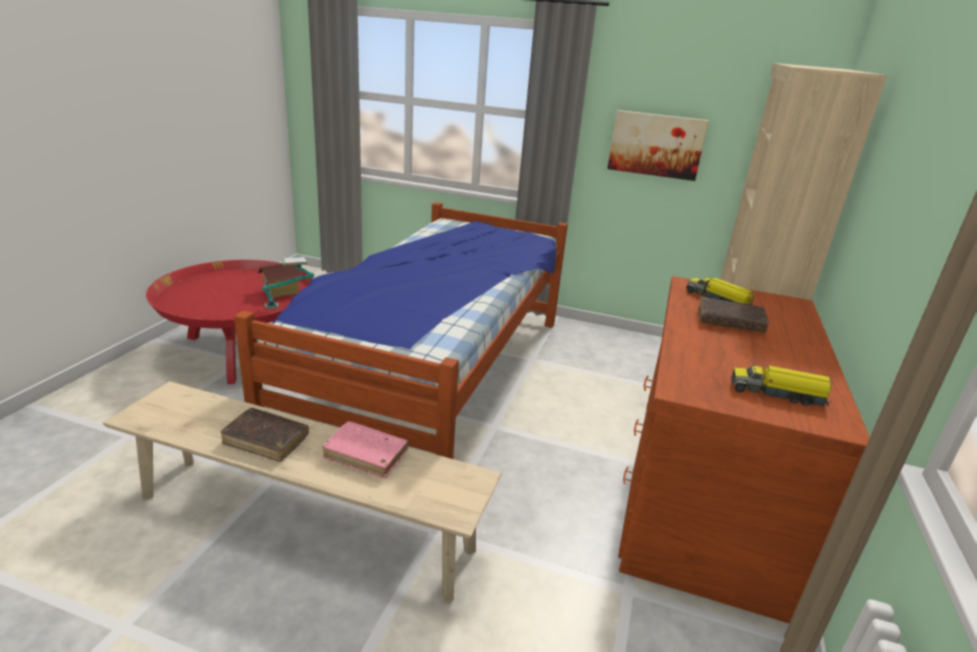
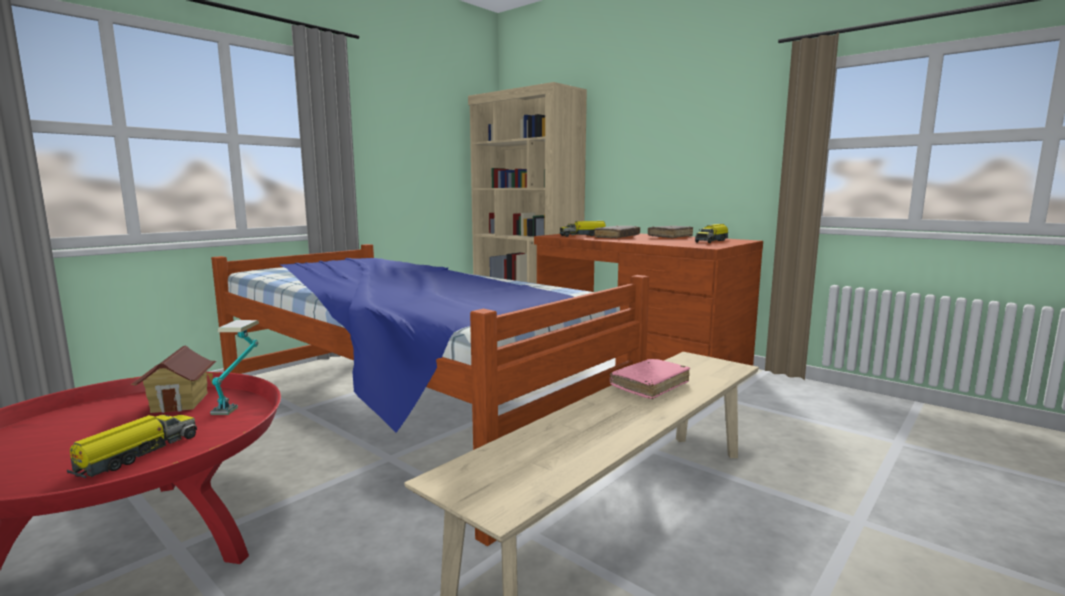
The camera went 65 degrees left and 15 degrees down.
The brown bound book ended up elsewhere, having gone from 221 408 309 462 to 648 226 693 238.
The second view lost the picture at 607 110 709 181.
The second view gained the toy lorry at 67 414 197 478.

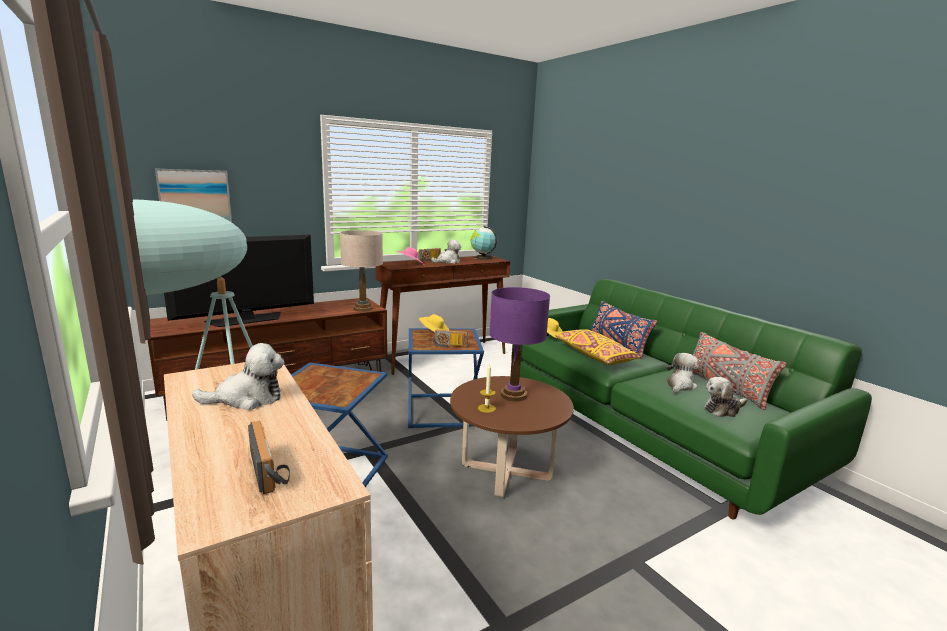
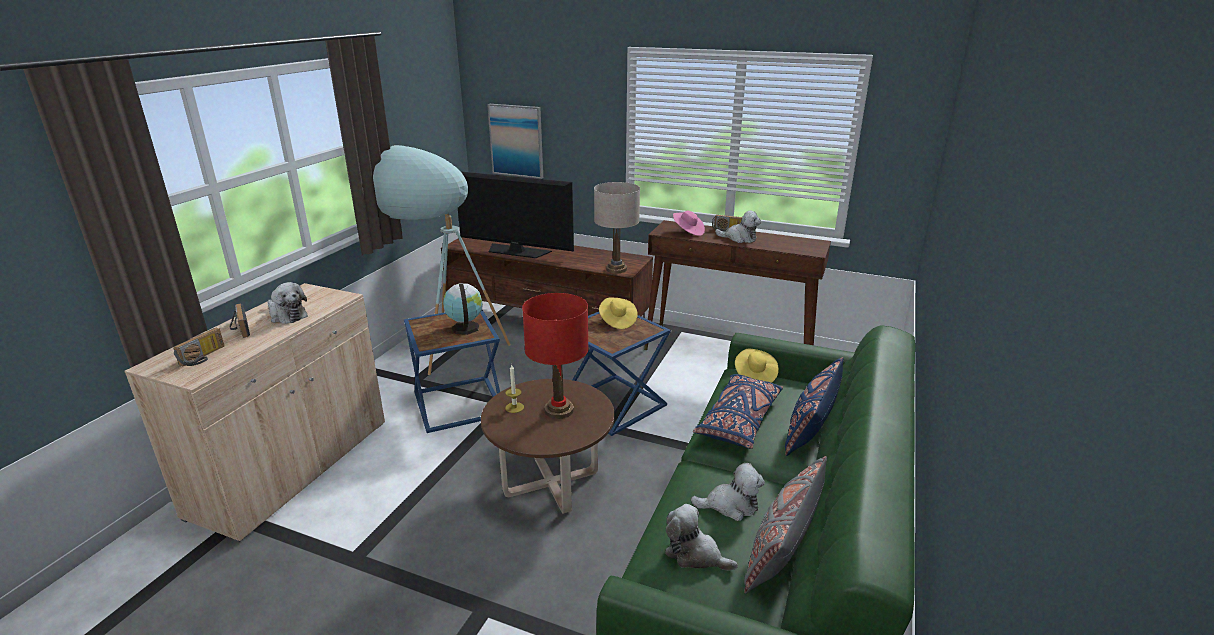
The camera went 55 degrees right and 10 degrees up.
The radio ended up elsewhere, having gone from 432 330 468 348 to 230 303 250 338.
The world globe ended up elsewhere, having gone from 471 226 497 260 to 443 283 483 335.
What was the purplish table lamp at 489 287 550 401 turned into the red-coloured table lamp at 522 293 589 419.
What was the yellow-coloured pillow at 555 329 641 365 turned into the blue-coloured pillow at 693 374 783 449.

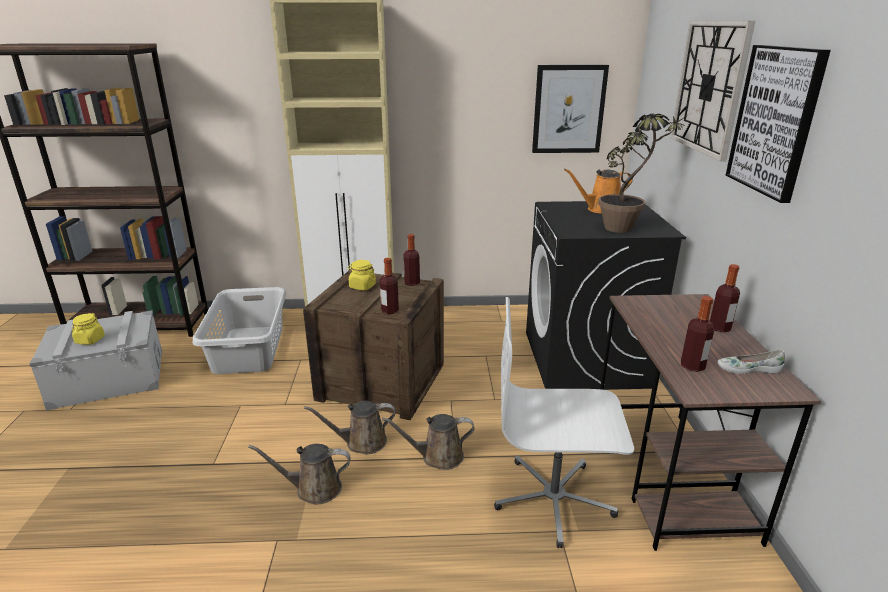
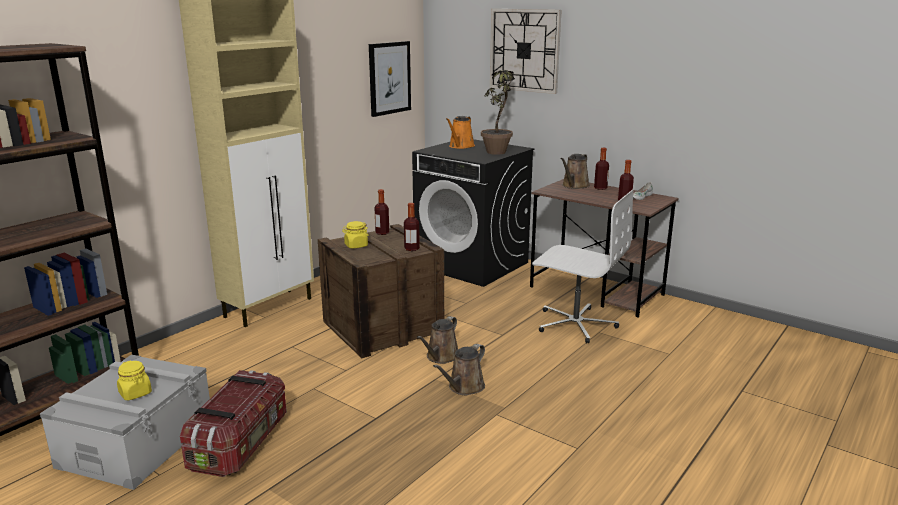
The camera went 50 degrees left and 5 degrees down.
The second view lost the gray laundry basket at 192 287 287 374.
The brown watering can ended up elsewhere, having gone from 382 414 474 470 to 560 154 590 189.
The white desk chair at 494 297 634 548 ended up facing another way, 105 degrees counterclockwise from before.
The second view lost the picture at 726 45 831 203.
The second view gained the storage bin at 180 370 287 477.

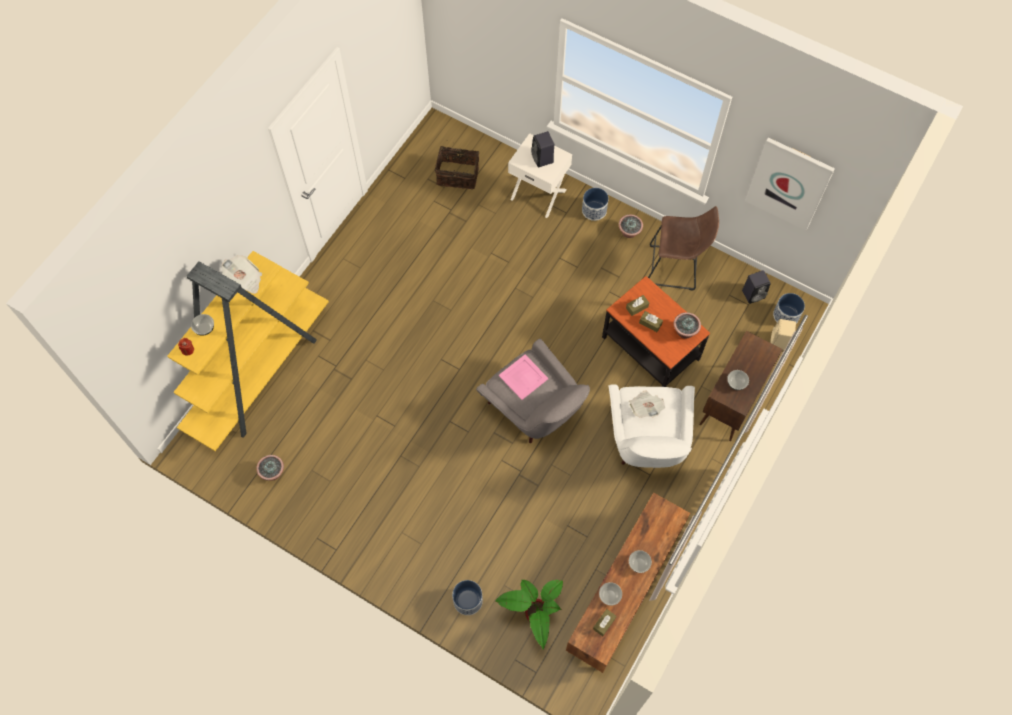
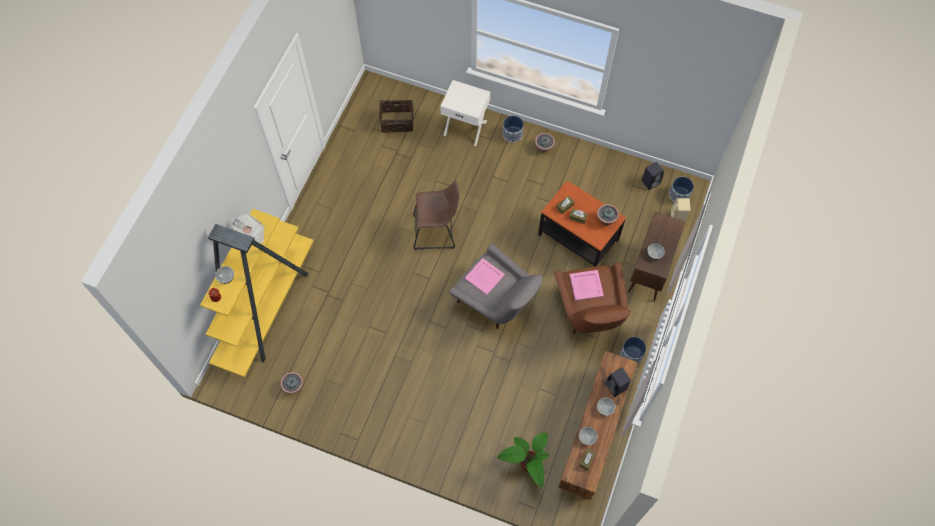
The camera went 10 degrees left and 0 degrees up.
The plant pot ended up elsewhere, having gone from 452 580 483 615 to 620 337 646 364.
The black-coloured audio speaker ended up elsewhere, having gone from 531 131 554 168 to 605 367 631 397.
What was the white lounge chair at 608 384 695 468 turned into the brown lounge chair at 554 262 631 334.
Where the newspaper stood at 629 391 665 418, the pink-coloured serving tray came to stand at 570 270 604 301.
The brown sitting stool ended up elsewhere, having gone from 648 206 719 291 to 413 180 460 250.
The second view lost the picture at 745 138 835 230.

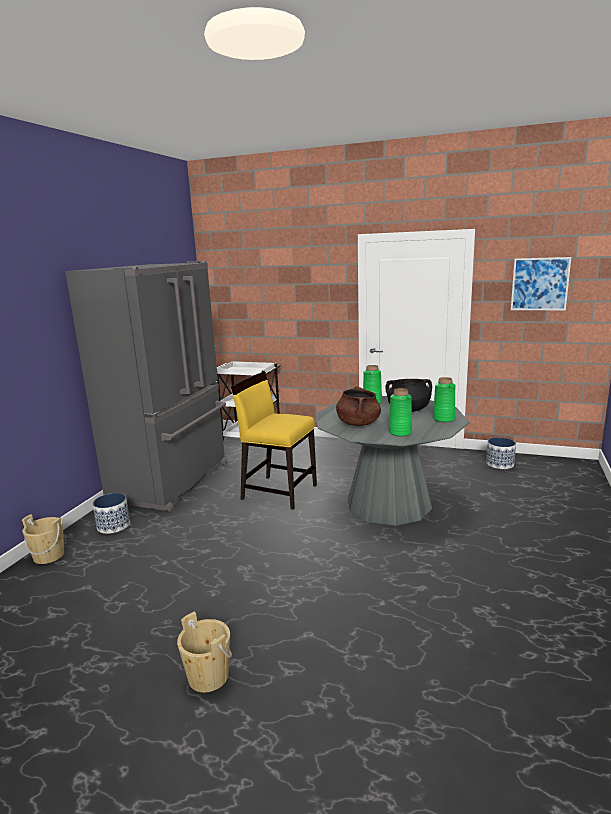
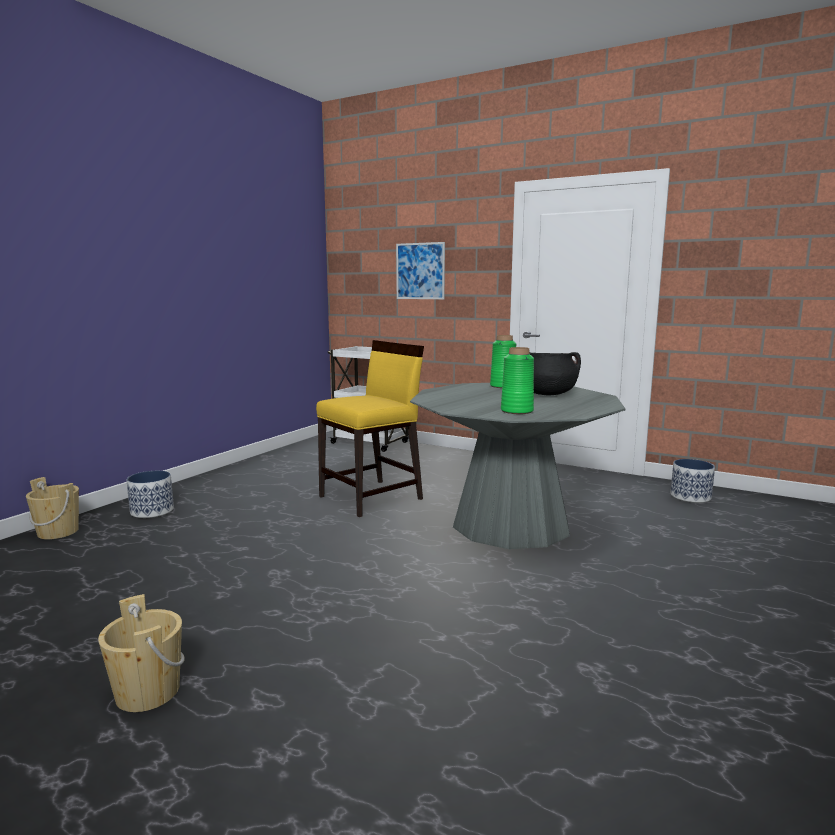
The camera went 10 degrees right and 5 degrees down.
The second view lost the gray kitchen fridge at 65 261 227 511.
The yellow-coloured upright chair at 231 372 317 510 ended up facing another way, 105 degrees clockwise from before.
The second view lost the brown stockpot at 336 386 381 426.
The second view lost the green flower vase at 433 377 455 422.
The picture ended up elsewhere, having gone from 511 257 571 310 to 396 242 445 299.

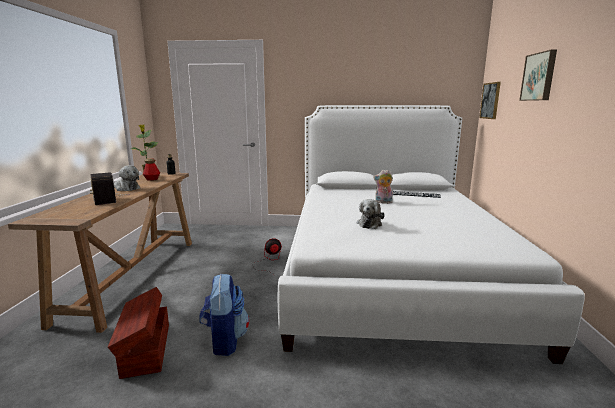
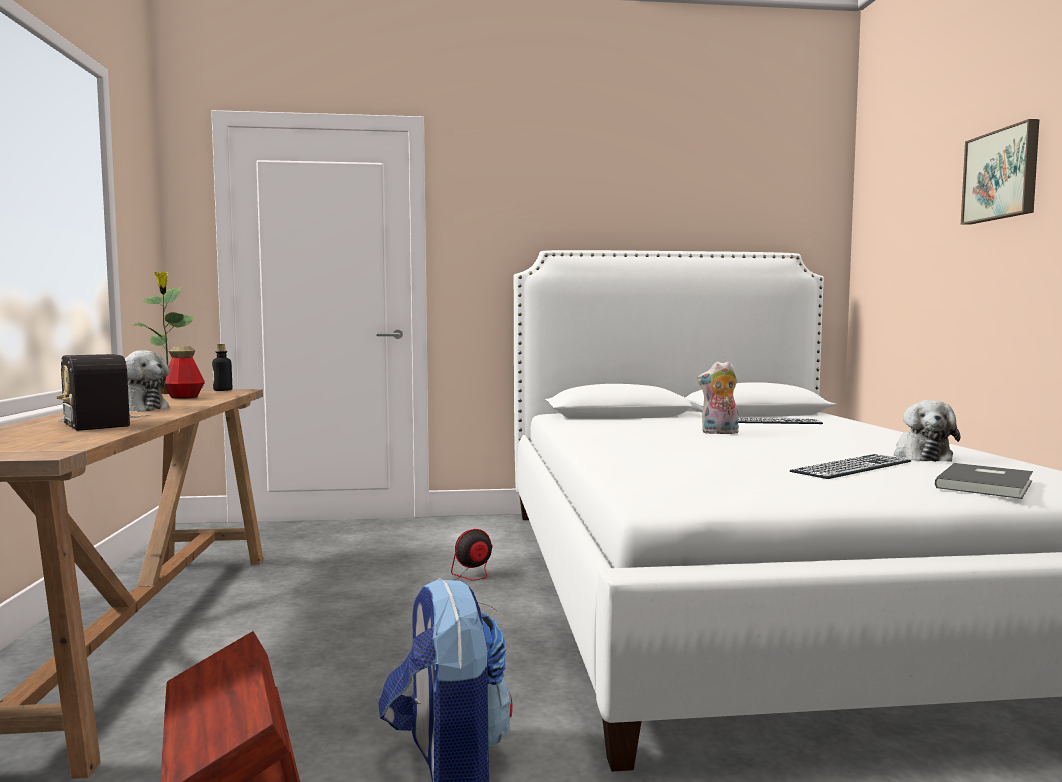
The camera went 10 degrees left and 10 degrees down.
The cuddly toy ended up elsewhere, having gone from 357 199 385 229 to 894 400 960 462.
The second view lost the picture at 479 82 501 119.
The second view gained the computer keyboard at 790 454 911 479.
The second view gained the gray bound book at 935 463 1033 499.

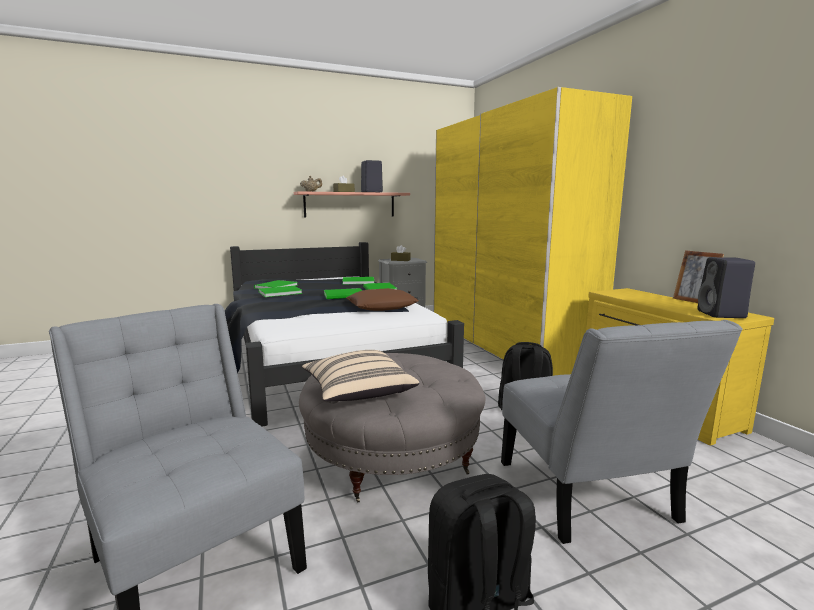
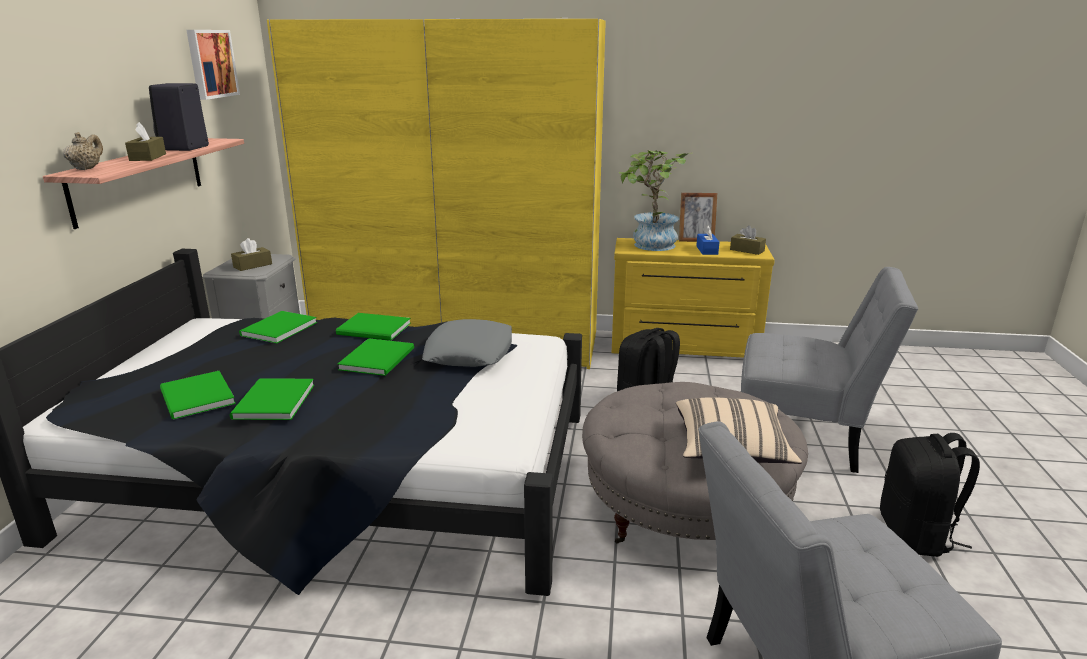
The camera went 60 degrees left and 10 degrees up.
What was the brown pillow at 346 288 419 311 turned into the gray pillow at 422 319 512 367.
Where the black-coloured audio speaker stood at 697 257 755 318, the brown box of tissues came to stand at 730 225 766 255.
The second view gained the picture at 186 30 240 100.
The second view gained the houseplant at 619 150 690 251.
The second view gained the blue-coloured box of tissues at 696 225 720 255.

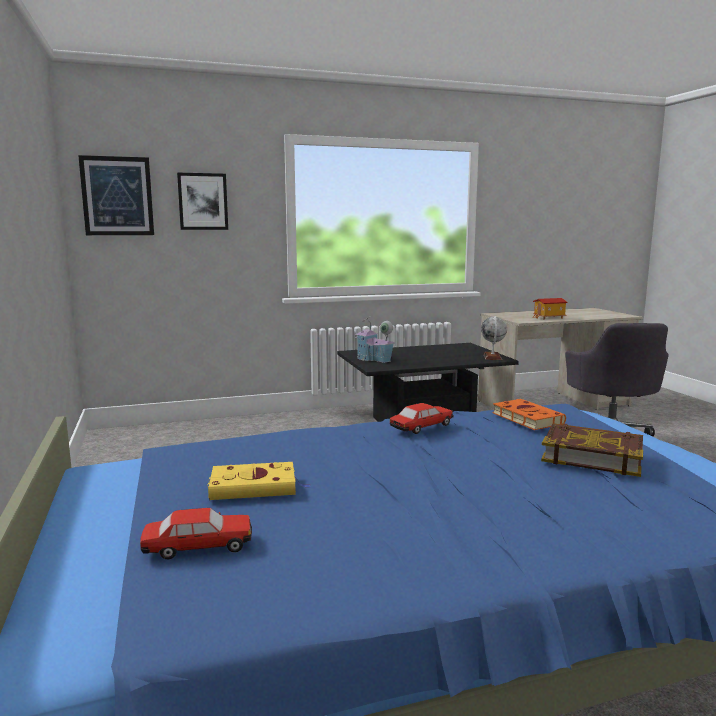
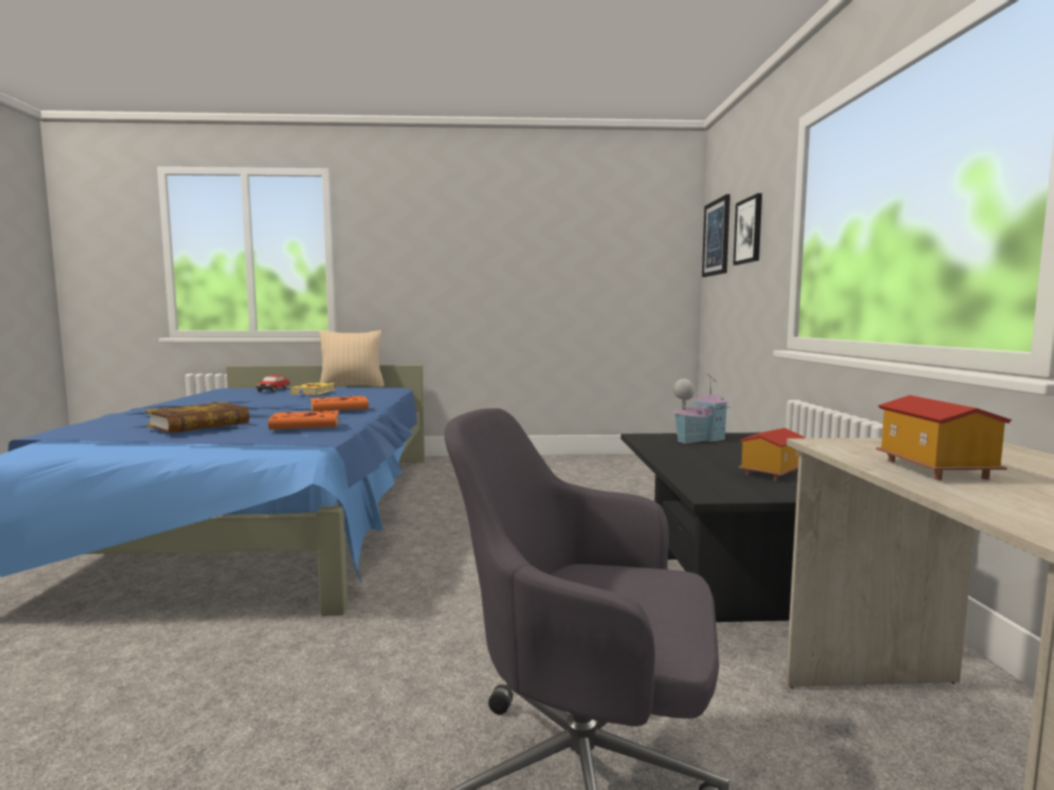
The camera went 105 degrees right and 5 degrees down.
Where the miniature car stood at 390 403 454 434, the orange-coloured bound book came to stand at 310 396 377 412.
The second view lost the world globe at 481 316 507 360.
The second view gained the beige pillow at 319 330 384 387.
The second view gained the miniature house at 738 428 805 481.

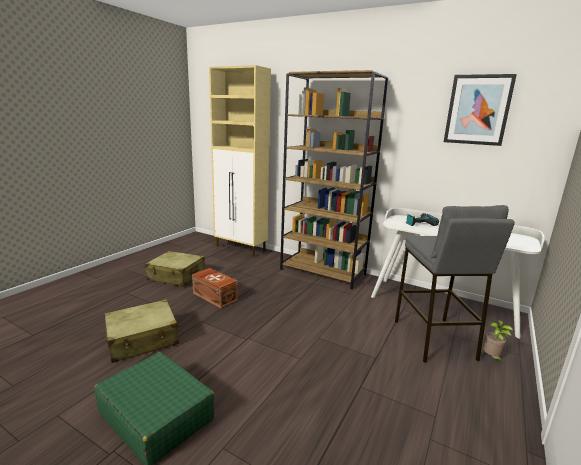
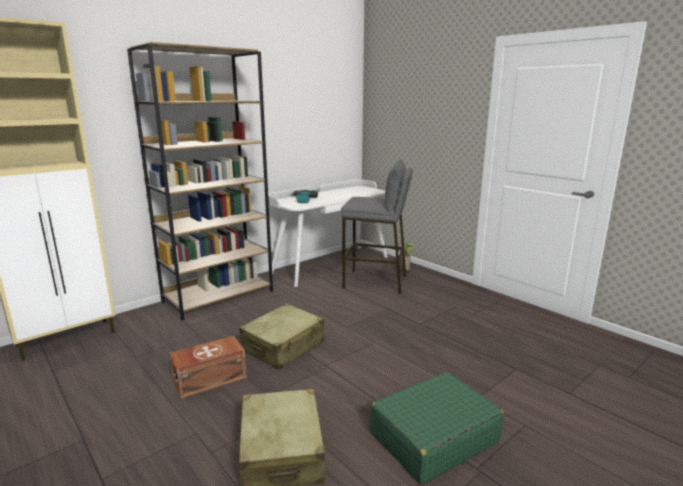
The camera went 70 degrees left and 0 degrees up.
The beige suitcase ended up elsewhere, having gone from 145 251 205 287 to 239 303 324 370.
The second view lost the picture at 444 74 517 146.

